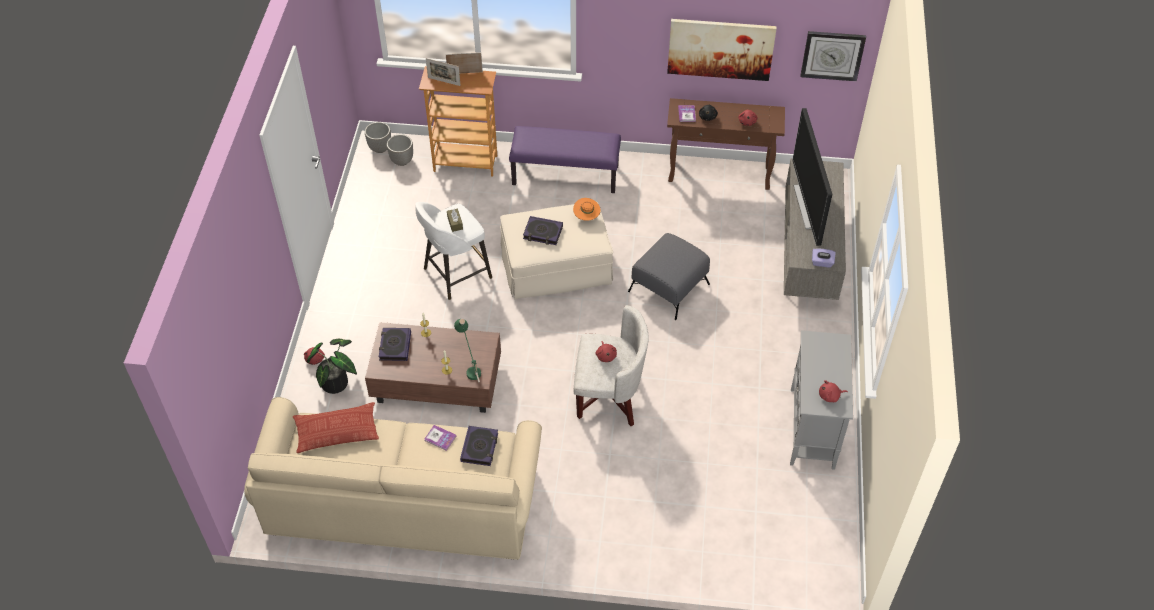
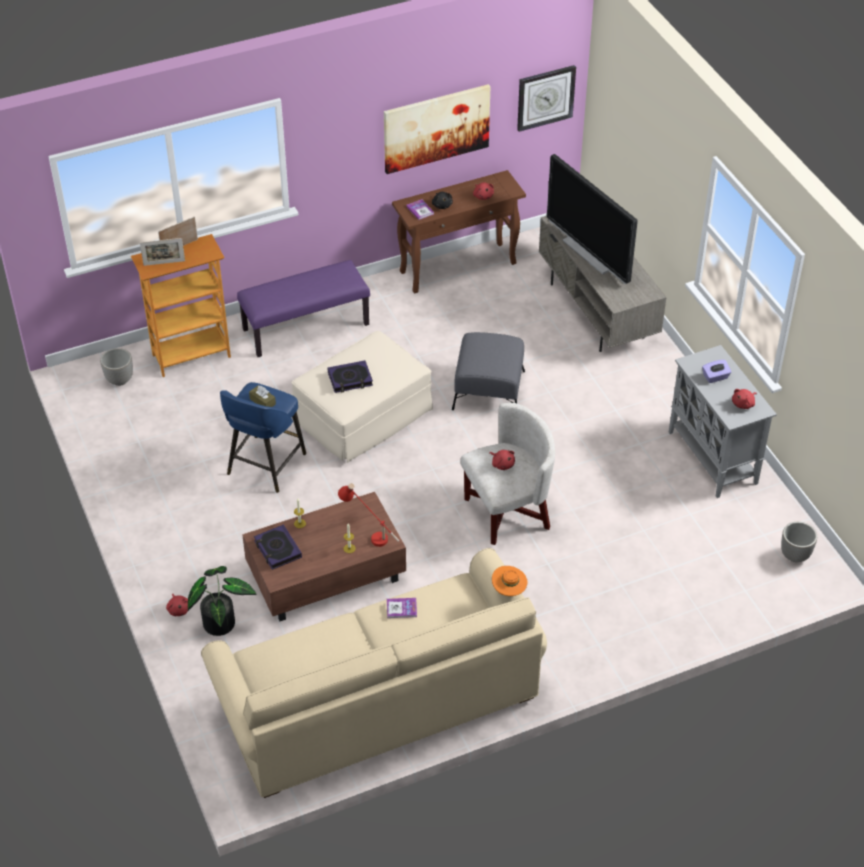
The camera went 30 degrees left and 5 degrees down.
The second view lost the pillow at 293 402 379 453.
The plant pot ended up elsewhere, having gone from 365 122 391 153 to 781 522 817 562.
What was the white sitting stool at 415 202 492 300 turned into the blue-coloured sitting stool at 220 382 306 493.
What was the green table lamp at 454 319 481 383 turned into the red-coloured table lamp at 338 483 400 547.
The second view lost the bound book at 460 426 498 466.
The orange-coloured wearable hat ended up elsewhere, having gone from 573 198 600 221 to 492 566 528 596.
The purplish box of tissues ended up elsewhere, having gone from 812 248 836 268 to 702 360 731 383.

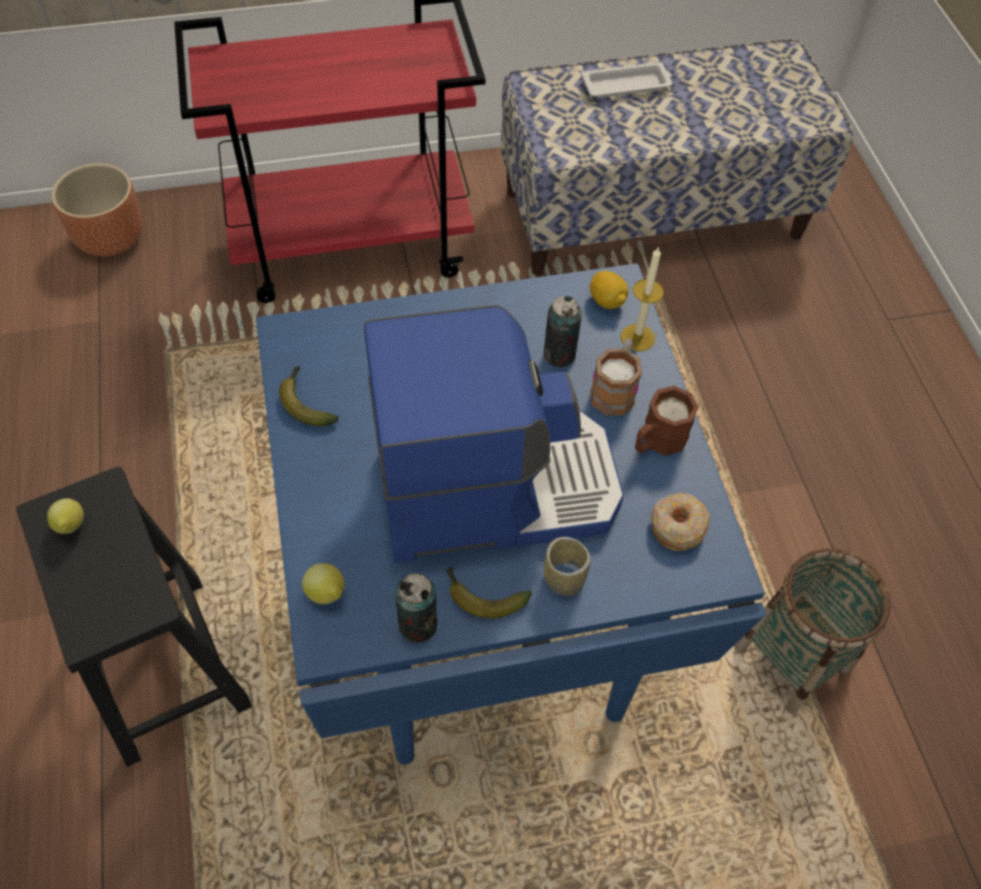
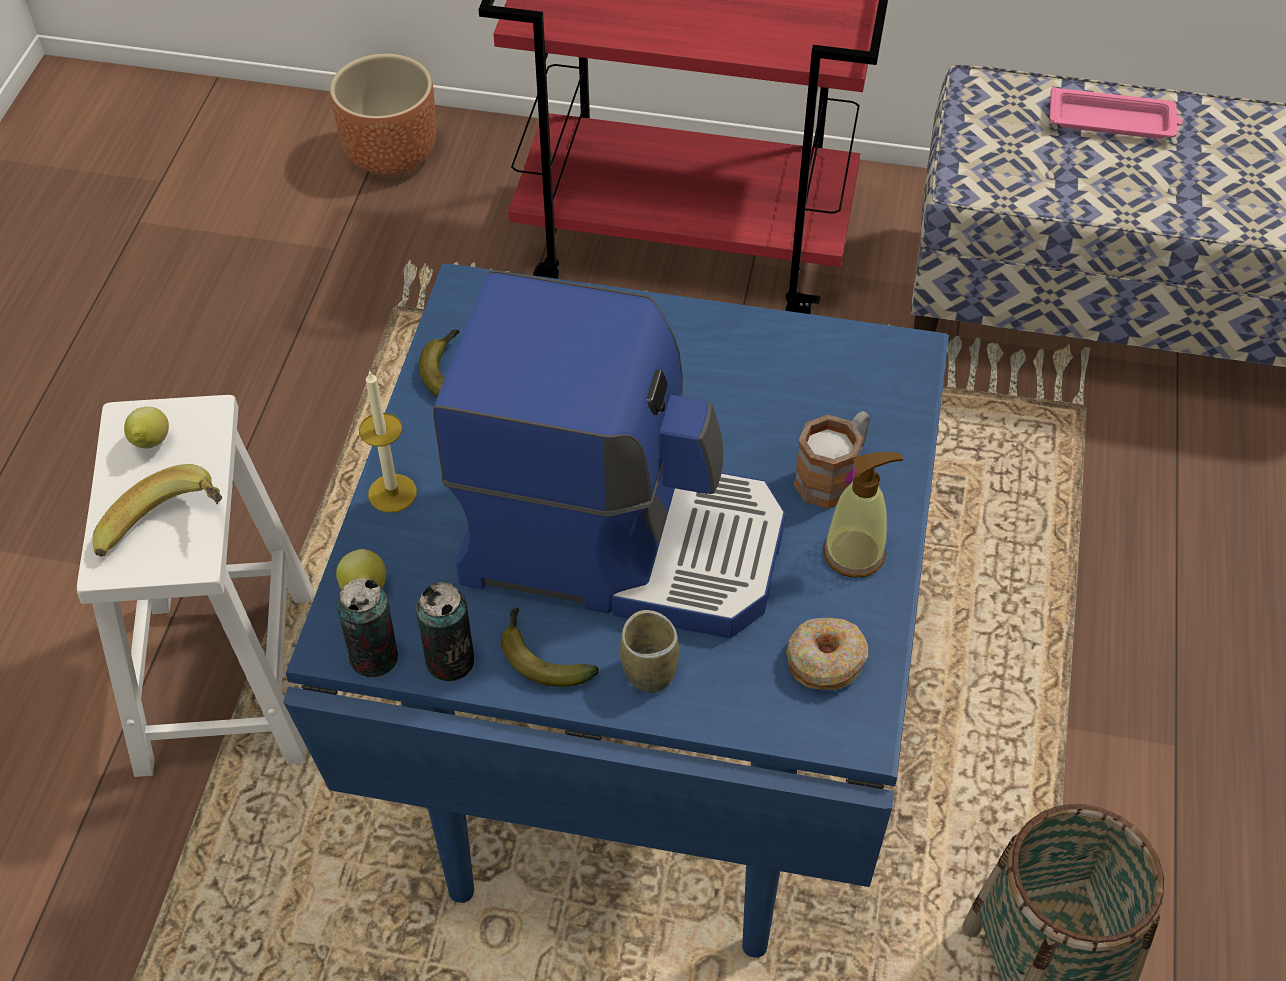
The camera went 25 degrees right and 5 degrees down.
What was the black-coloured sitting stool at 16 467 252 767 turned into the white sitting stool at 77 395 313 777.
The metal can ended up elsewhere, having gone from 543 296 582 367 to 337 578 398 677.
What was the white serving tray at 581 62 672 98 turned into the pink-coloured serving tray at 1049 87 1183 139.
The second view lost the lemon at 590 271 628 309.
The wax candle ended up elsewhere, having gone from 621 246 664 351 to 359 370 417 513.
Where the brown coffee mug stood at 635 386 699 456, the soap bottle came to stand at 823 451 903 578.
The second view gained the whole banana at 92 464 222 557.

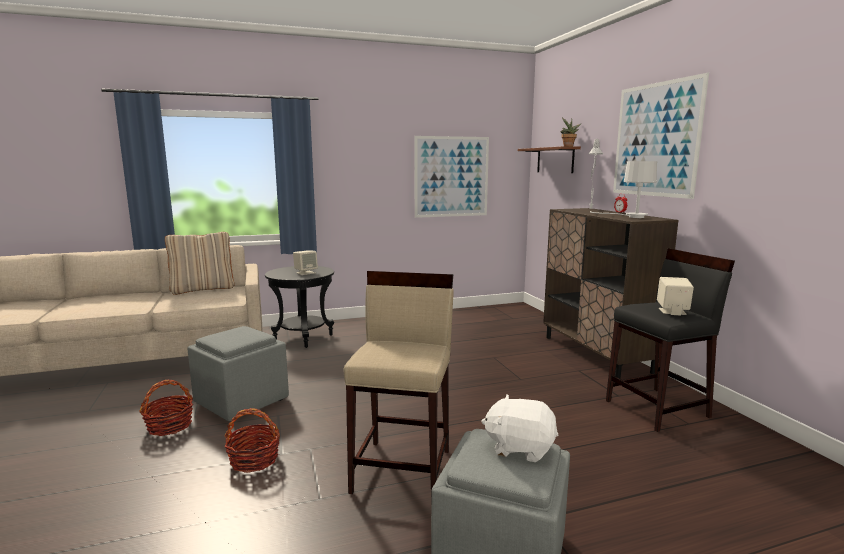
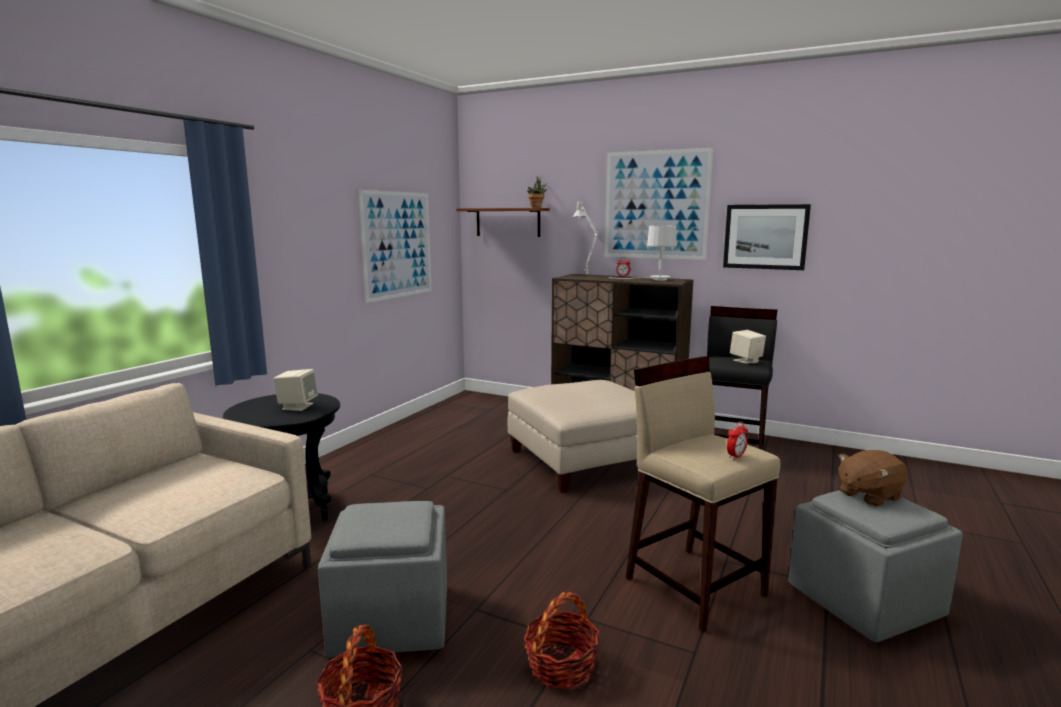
The camera went 45 degrees left and 0 degrees up.
The second view lost the beige pillow at 165 232 235 295.
What was the white cuddly toy at 481 394 558 462 turned into the brown cuddly toy at 838 450 908 507.
The second view gained the beige footrest at 508 380 637 493.
The second view gained the picture at 723 204 811 270.
The second view gained the bedside clock at 727 421 748 459.

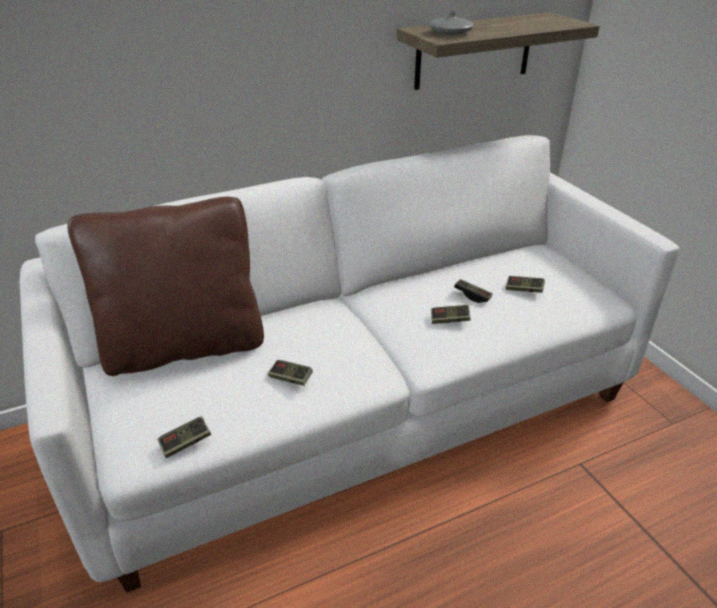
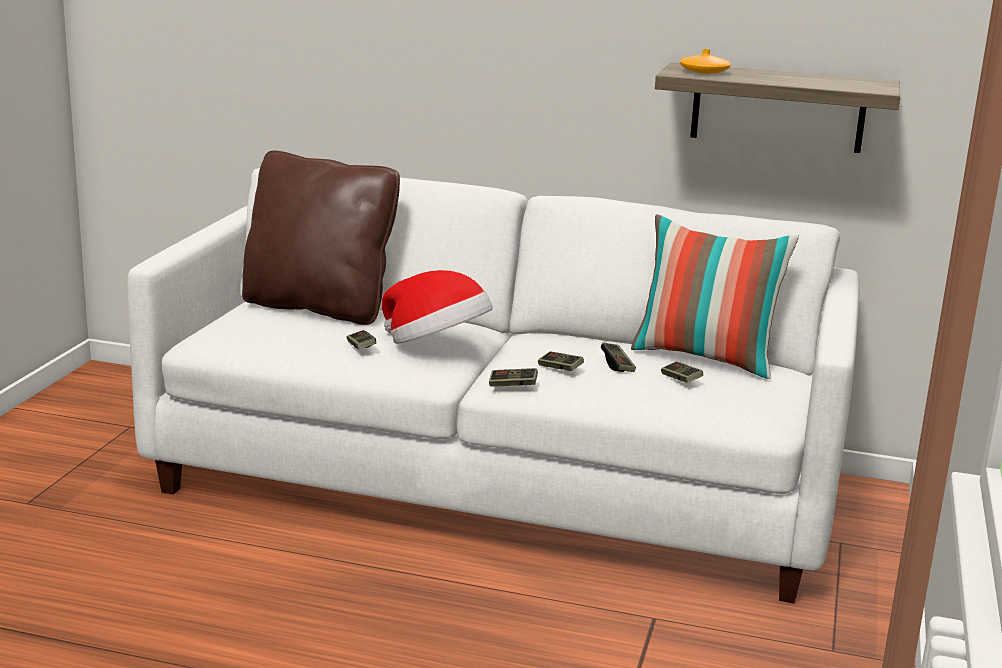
The camera went 40 degrees right and 15 degrees down.
The gamepad ended up elsewhere, having gone from 157 416 211 458 to 489 368 538 387.
What was the gray flower vase at 430 11 474 35 turned into the orange-coloured flower vase at 680 49 731 74.
The second view gained the wearable hat at 382 270 493 344.
The second view gained the pillow at 631 214 799 379.

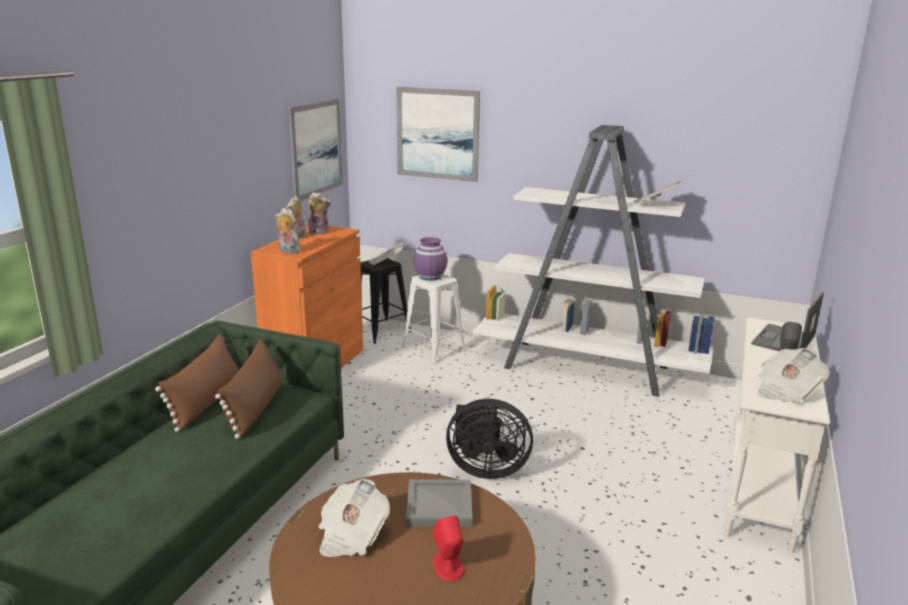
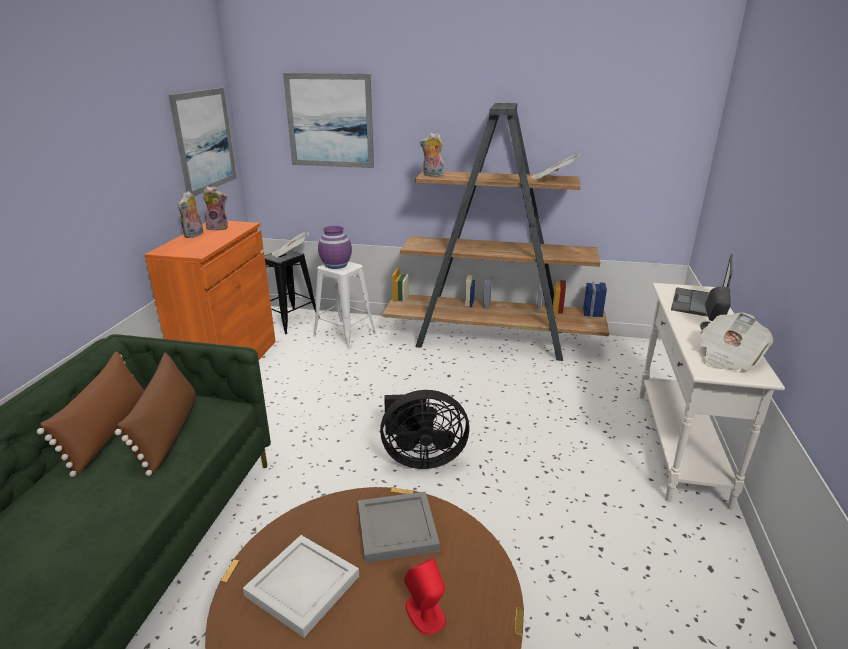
The camera went 10 degrees left and 5 degrees up.
The cuddly toy ended up elsewhere, having gone from 274 208 300 254 to 420 133 444 177.
Where the newspaper stood at 318 479 390 557, the white serving tray came to stand at 243 535 359 637.
What was the white bookshelf at 473 125 714 397 turned into the brown bookshelf at 383 103 609 361.

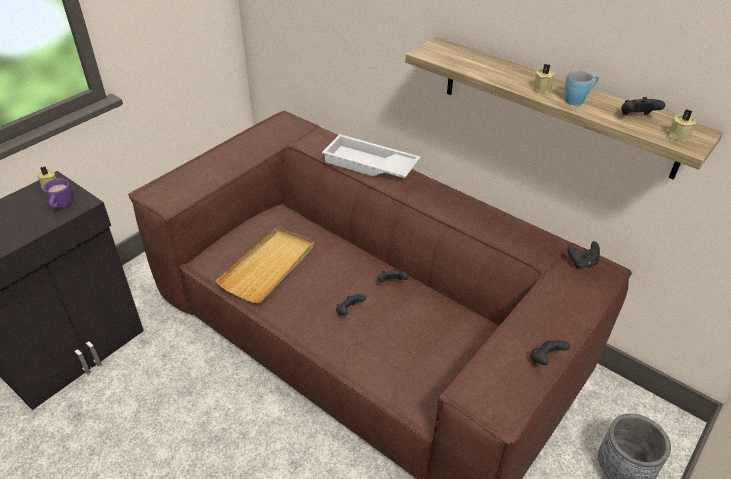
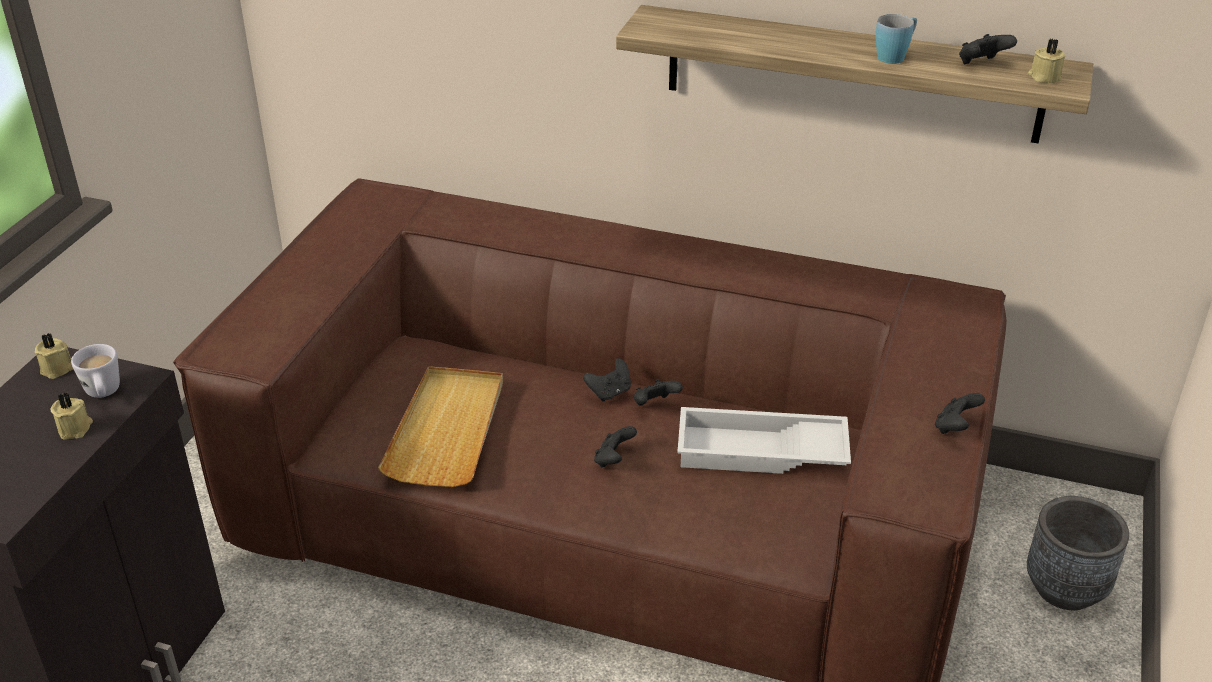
The camera went 20 degrees left and 5 degrees down.
What was the purplish coffee mug at 43 178 72 208 turned into the white coffee mug at 71 344 120 398.
The white serving tray ended up elsewhere, having gone from 322 134 421 178 to 677 407 851 474.
The beige wax candle ended up elsewhere, having gone from 533 64 555 94 to 50 392 93 439.
The black-coloured gamepad ended up elsewhere, having gone from 567 241 600 268 to 583 358 631 402.

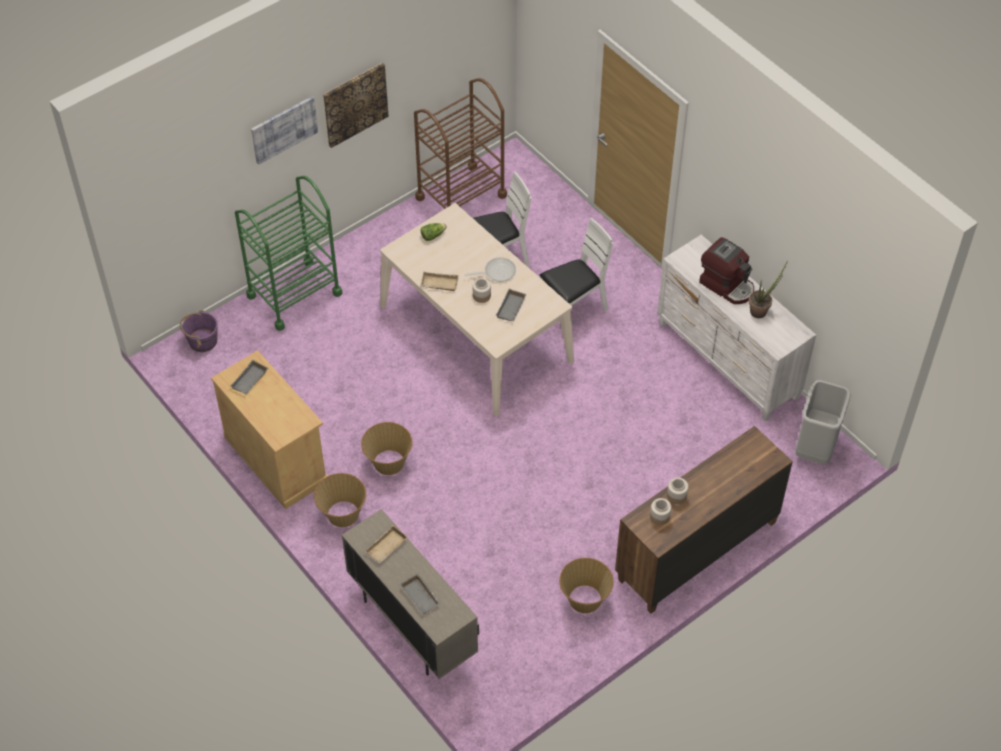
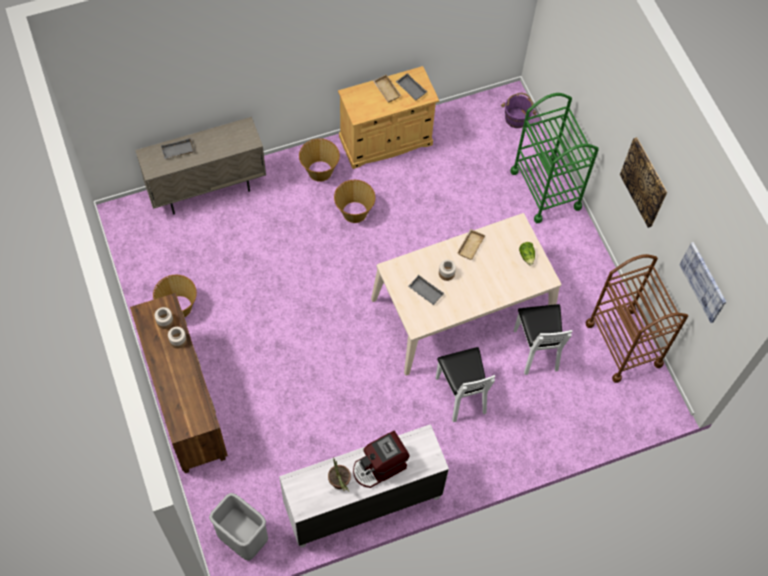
The camera went 105 degrees right and 10 degrees up.
The picture ended up elsewhere, having gone from 251 96 318 165 to 679 242 726 323.
The beige serving tray ended up elsewhere, having gone from 365 525 408 563 to 373 74 401 102.
The second view lost the skillet at 465 257 516 282.

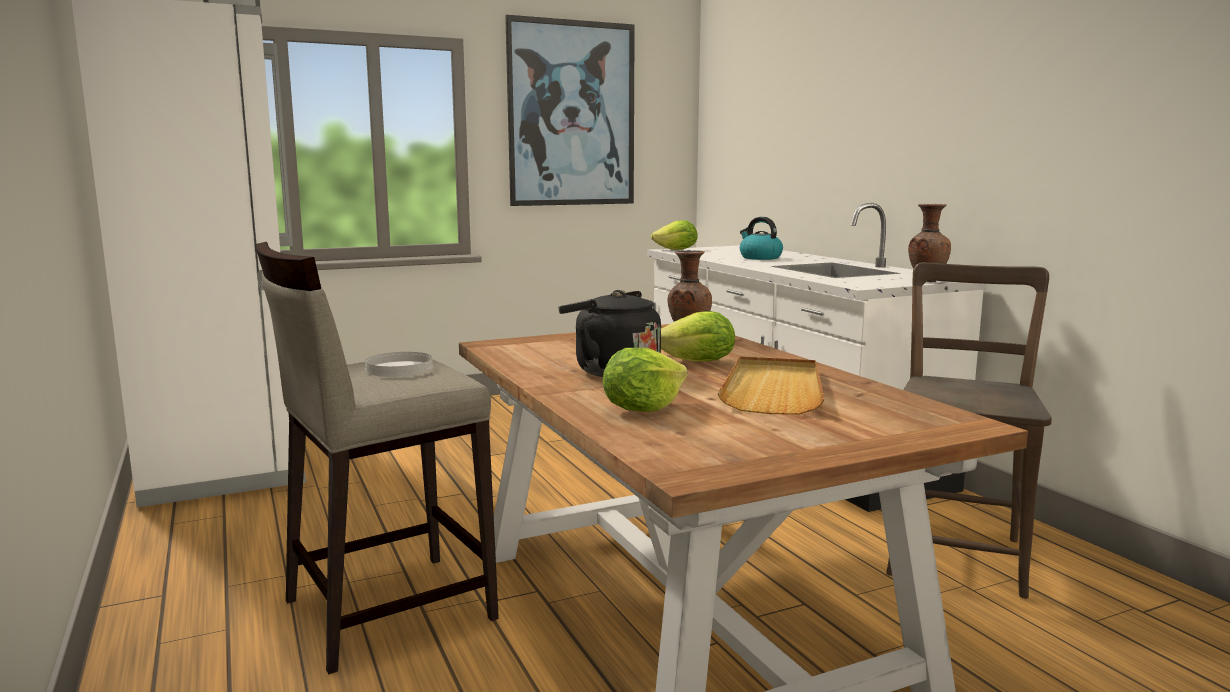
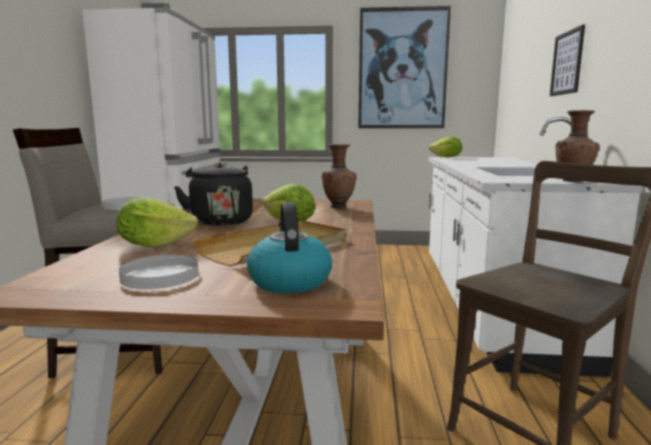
The camera went 30 degrees right and 0 degrees up.
The kettle ended up elsewhere, having gone from 740 217 783 260 to 247 202 332 293.
The second view gained the white flat dish at 119 255 199 289.
The second view gained the picture at 550 25 585 96.

